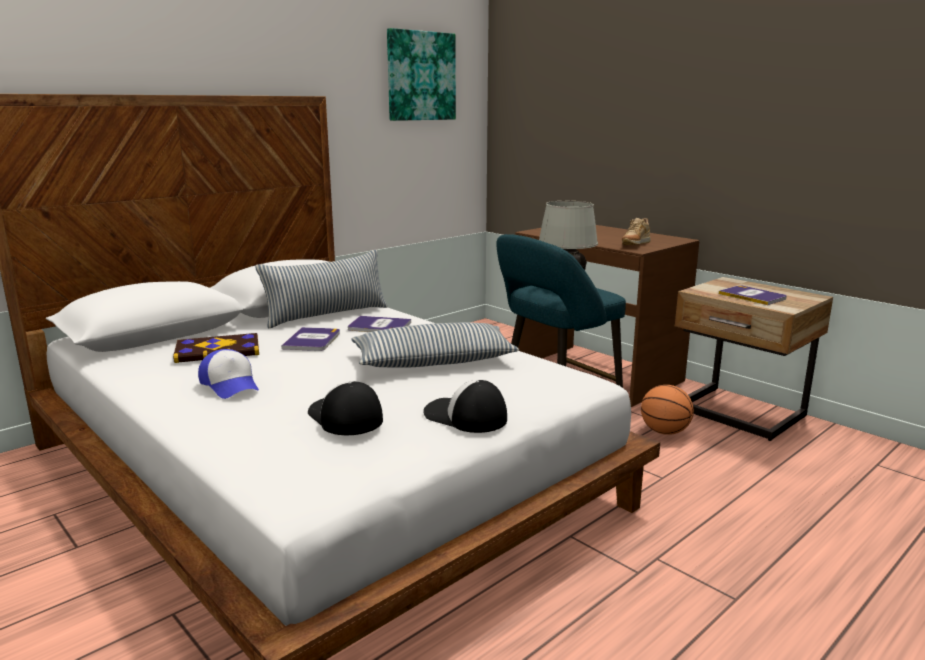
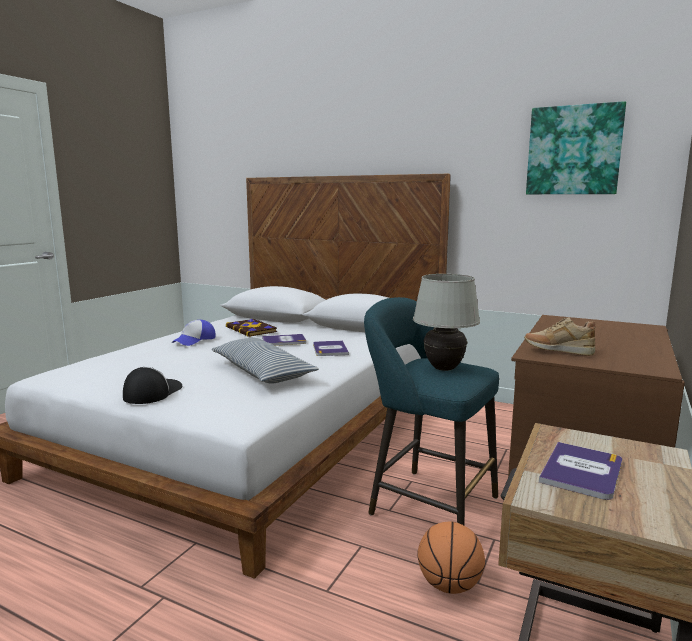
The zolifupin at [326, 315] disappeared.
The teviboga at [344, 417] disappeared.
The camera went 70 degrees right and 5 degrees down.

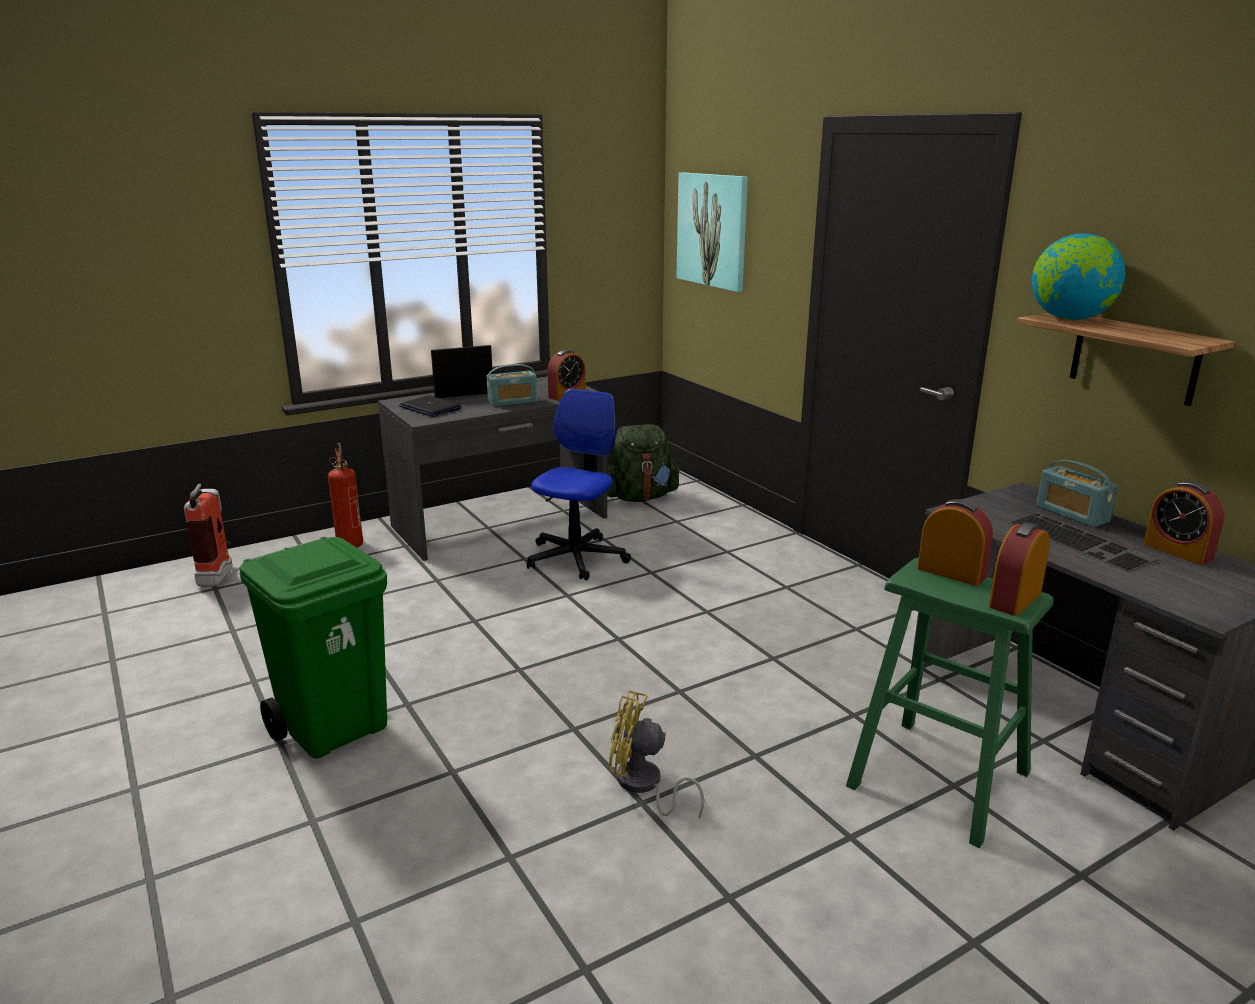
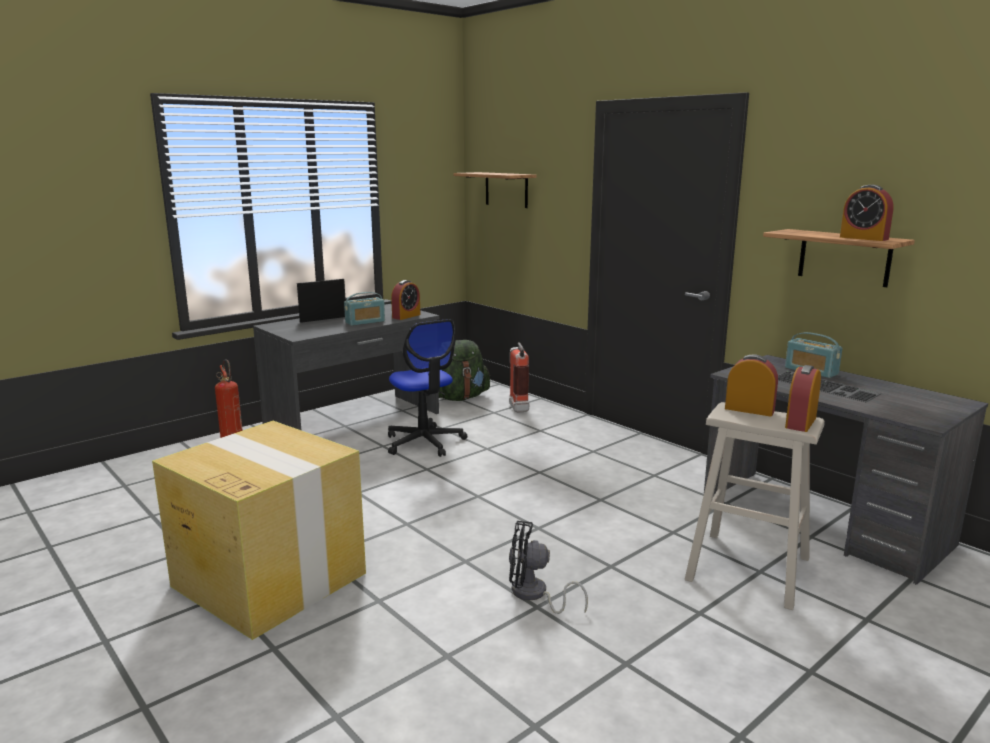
The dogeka at [712, 230] was replaced by the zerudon at [506, 189].
The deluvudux at [1069, 319] disappeared.
The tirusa at [576, 558] turned 135 degrees clockwise.
The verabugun at [430, 408] disappeared.
The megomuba moved from [1178, 551] to [863, 238].
The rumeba moved from [219, 575] to [517, 406].
The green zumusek at [335, 728] was replaced by the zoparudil at [268, 579].
The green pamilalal at [938, 779] became the beige pamilalal at [747, 568].
The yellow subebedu at [643, 786] became the black subebedu at [534, 595].
The camera went 10 degrees left and 5 degrees down.

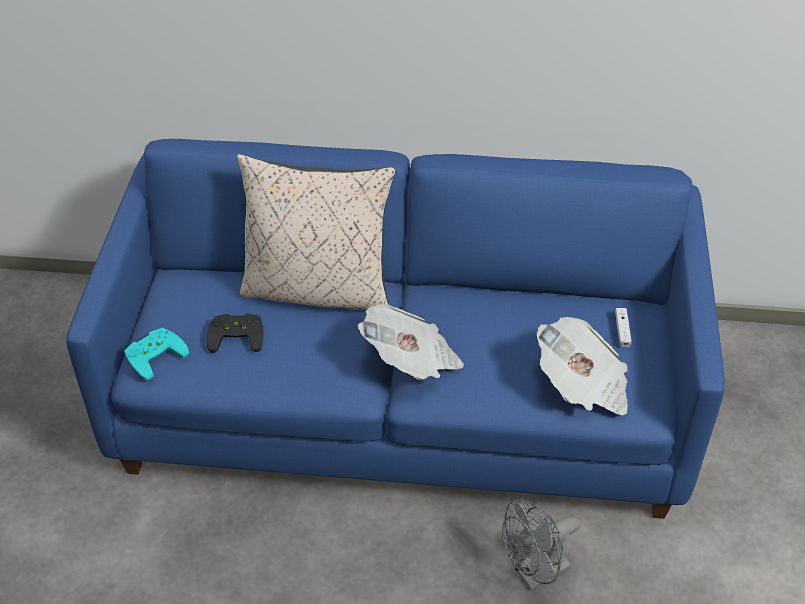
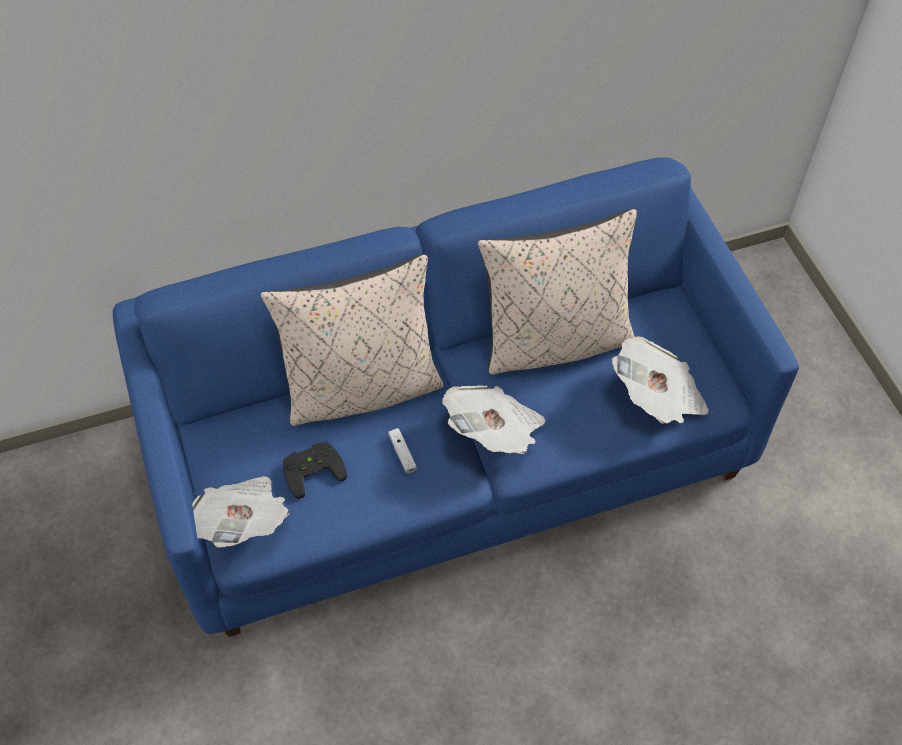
The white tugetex moved from [622, 331] to [402, 453].
The turquoise tugetex at [154, 354] was replaced by the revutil at [242, 522].
The grey subebedu at [535, 573] disappeared.
The beige zolifupin at [555, 341] appeared.
The camera went 25 degrees left and 10 degrees up.

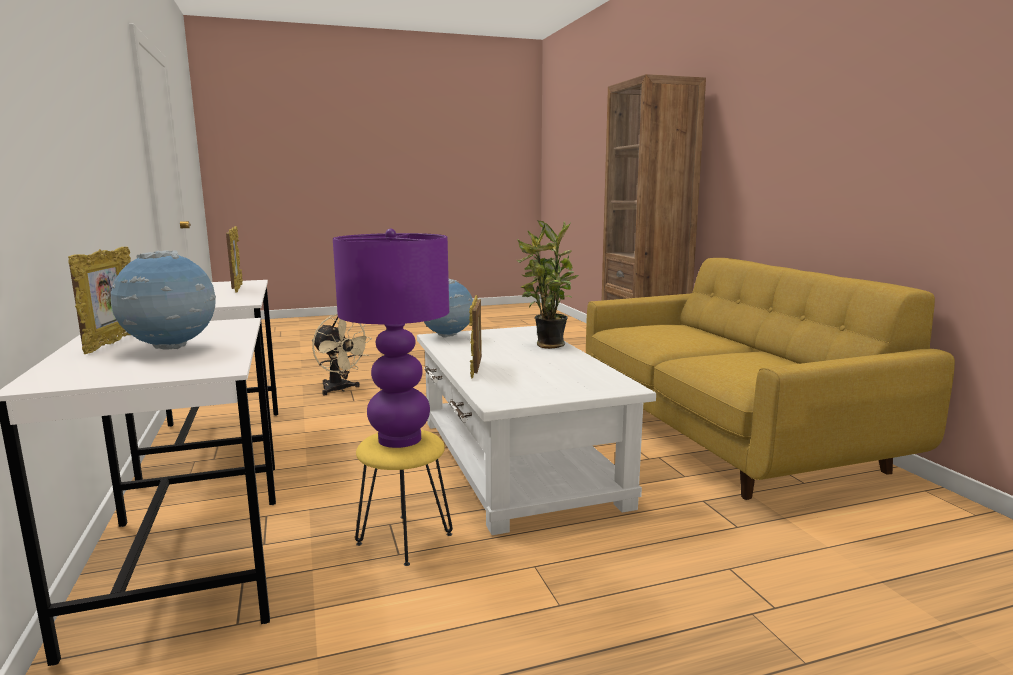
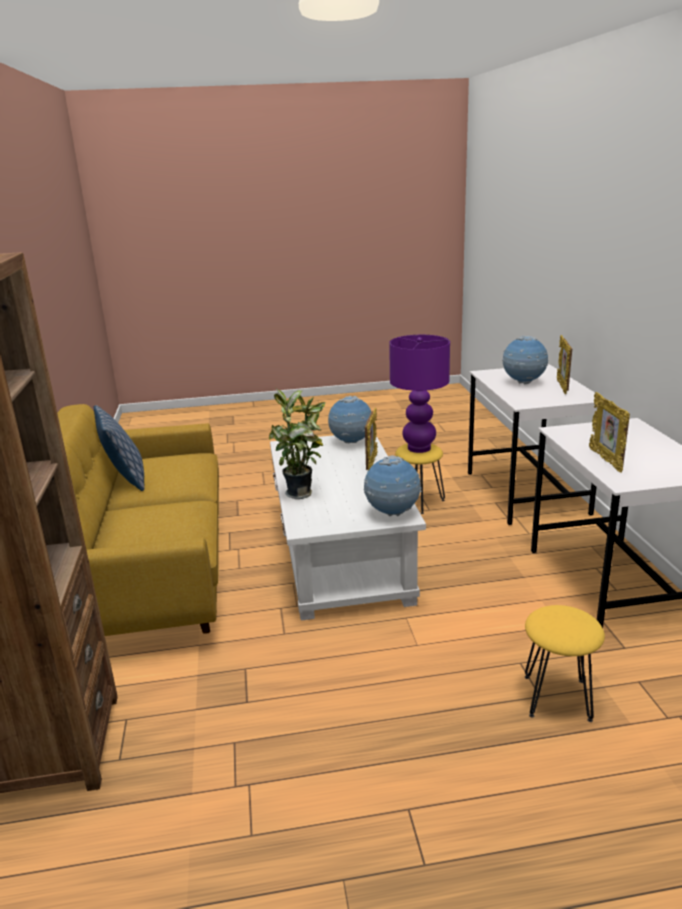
The beige subebedu at [340, 390] was replaced by the yellow pamilalal at [557, 698].
The deluvudux at [351, 443] appeared.
The zolifupin at [126, 479] appeared.
The camera went 170 degrees left and 10 degrees up.

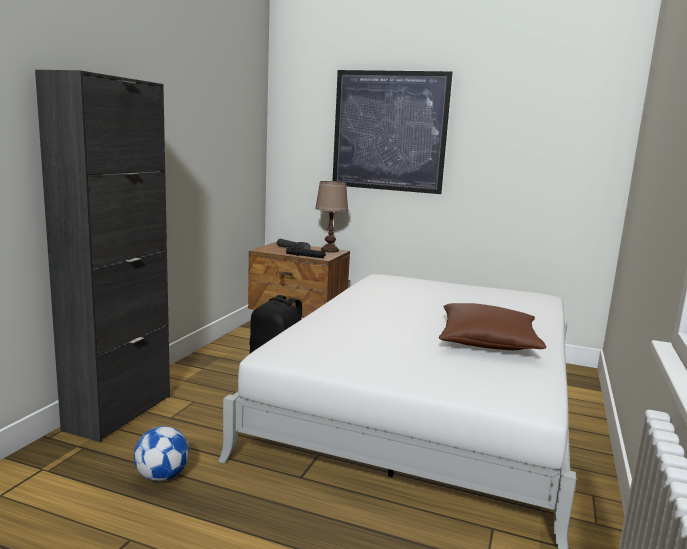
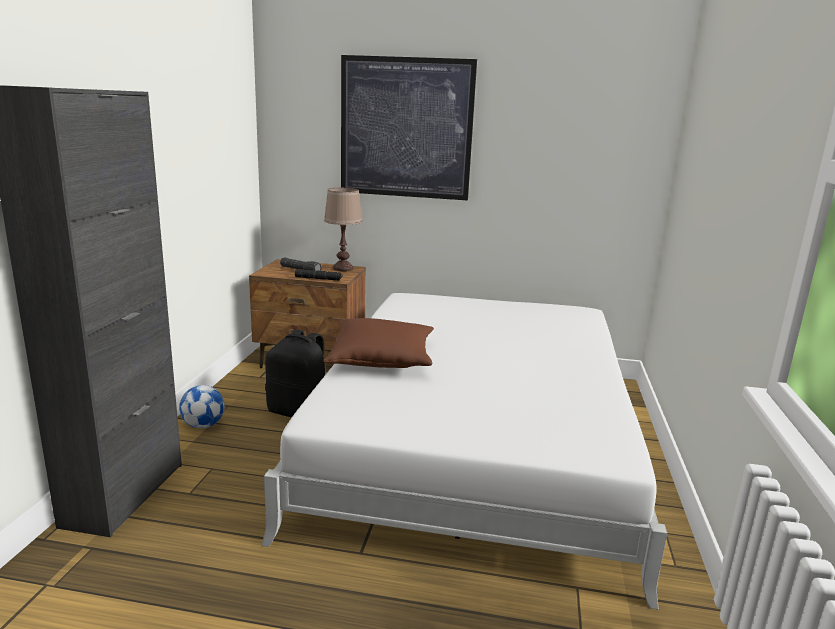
The brown zolifupin moved from [487, 342] to [382, 359].
The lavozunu moved from [162, 476] to [203, 425].
The camera went 10 degrees left and 5 degrees up.

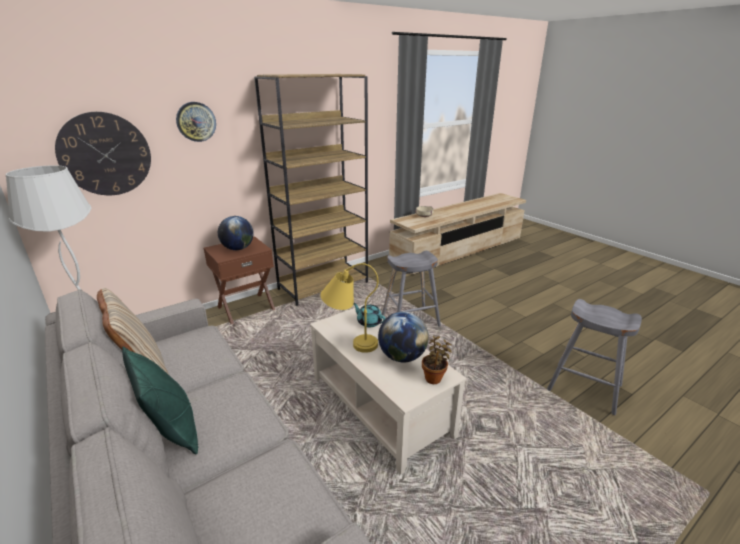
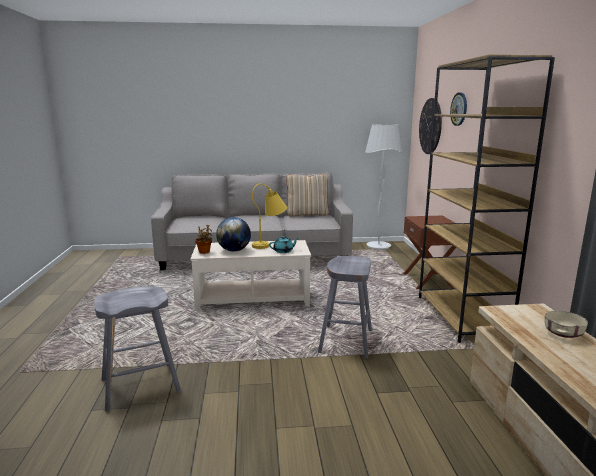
The deluvudux at [238, 249] disappeared.
The green zolifupin at [172, 430] disappeared.
The camera went 120 degrees right and 10 degrees down.

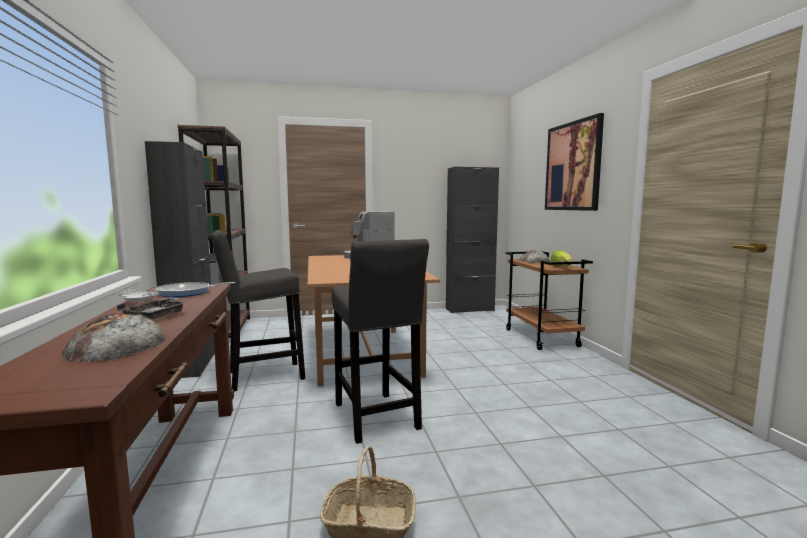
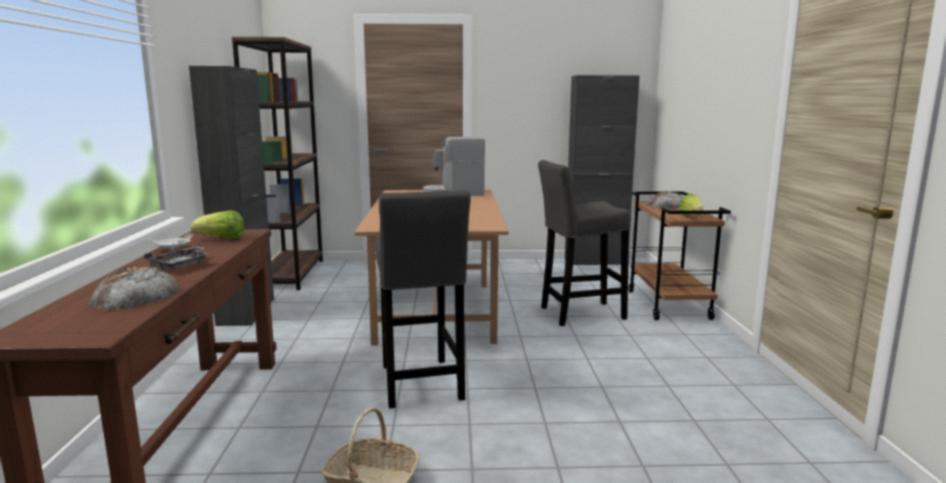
The dogeka at [573, 166] disappeared.
The grey pamilalal moved from [261, 376] to [578, 314].
The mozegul at [187, 293] was replaced by the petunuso at [222, 239].
The camera went 10 degrees right and 5 degrees up.

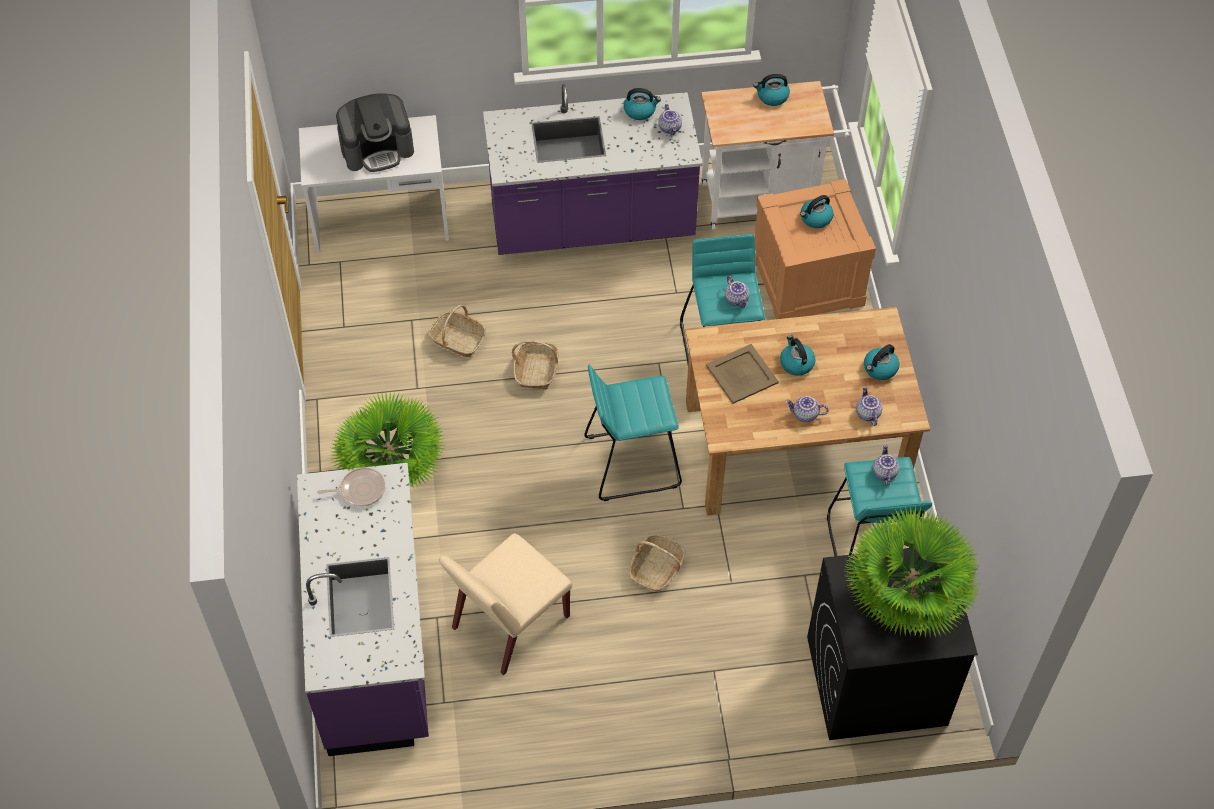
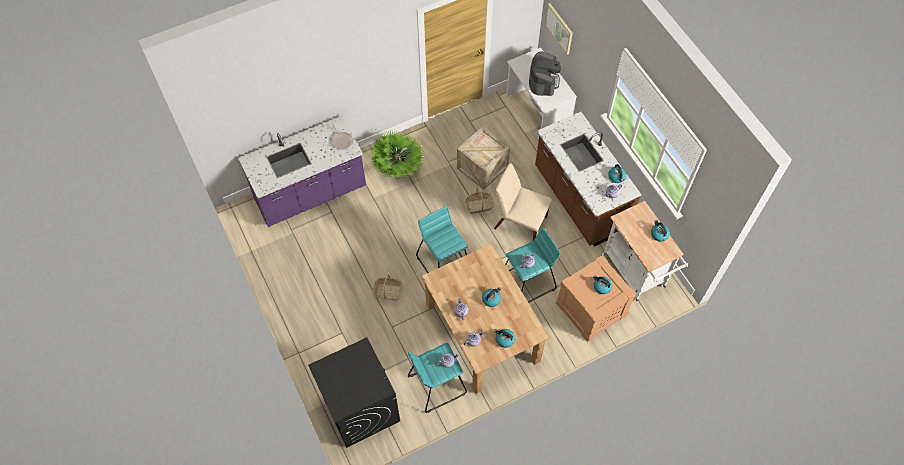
The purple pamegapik at [592, 224] became the brown pamegapik at [579, 200].
The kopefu at [377, 148] turned 135 degrees counterclockwise.
The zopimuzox at [457, 340] was replaced by the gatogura at [482, 167].
The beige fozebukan at [741, 374] disappeared.
The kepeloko at [904, 603] disappeared.
The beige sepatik moved from [509, 623] to [519, 222].
The dogeka at [559, 28] appeared.
The camera went 70 degrees right and 5 degrees up.

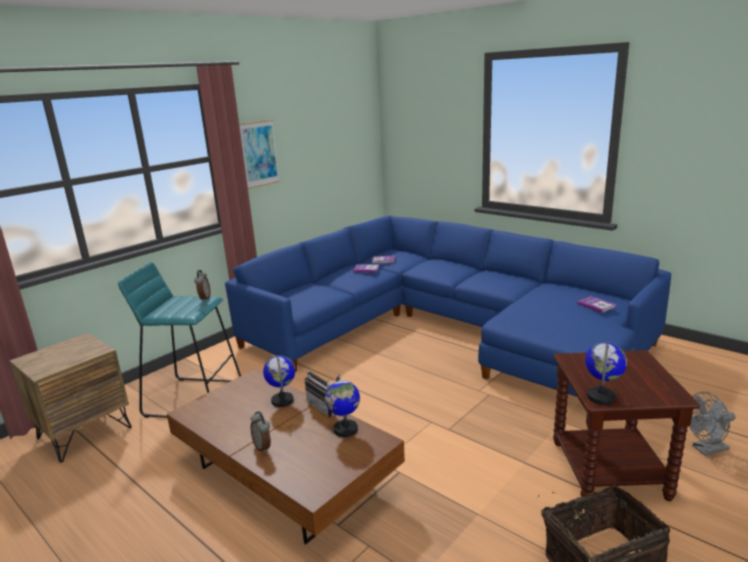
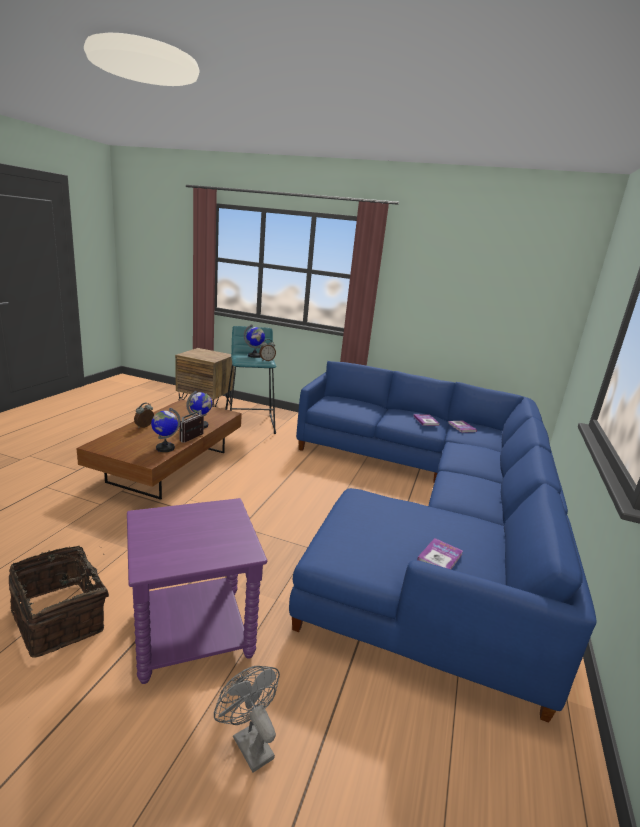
The dogeka at [259, 154] disappeared.
The deluvudux moved from [601, 397] to [254, 356].
The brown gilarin at [610, 470] became the purple gilarin at [192, 634].
The camera went 65 degrees right and 0 degrees up.

